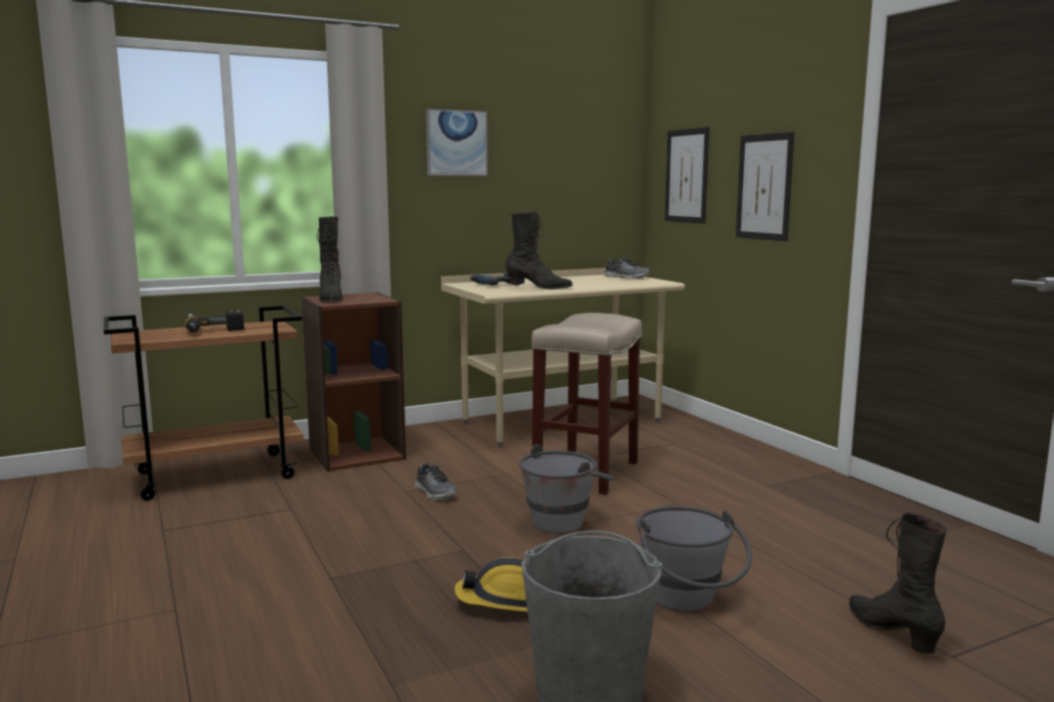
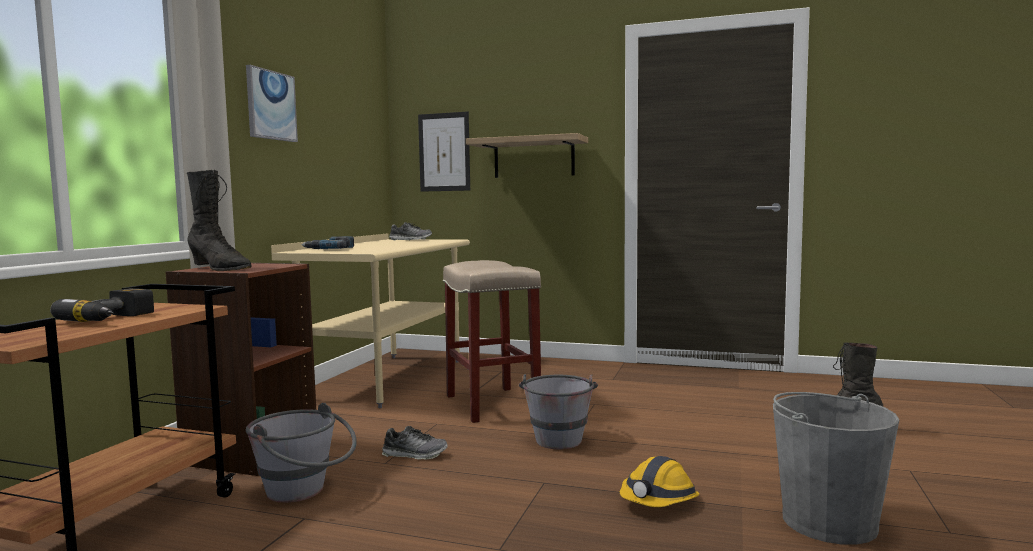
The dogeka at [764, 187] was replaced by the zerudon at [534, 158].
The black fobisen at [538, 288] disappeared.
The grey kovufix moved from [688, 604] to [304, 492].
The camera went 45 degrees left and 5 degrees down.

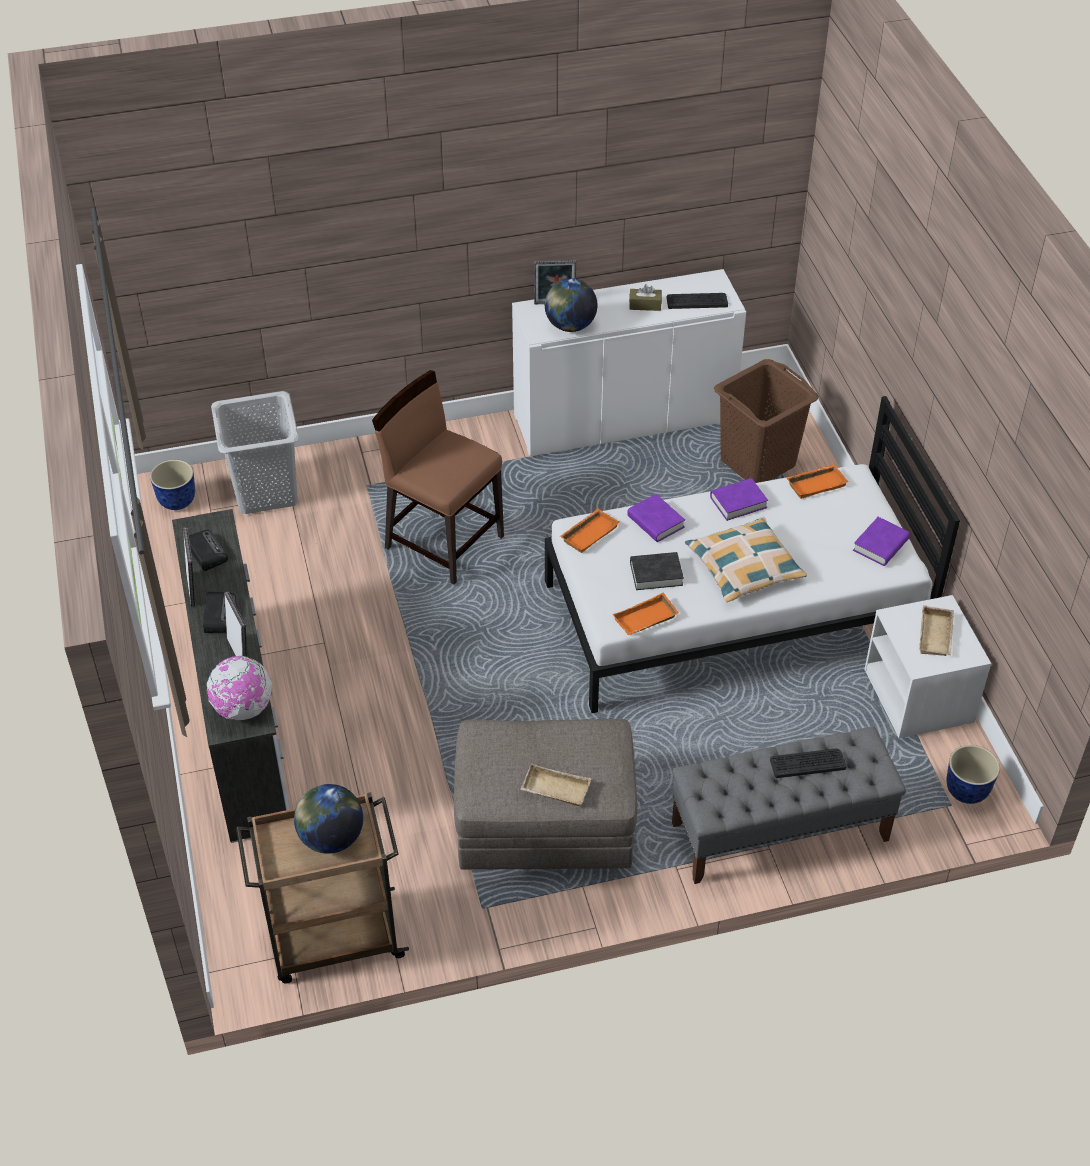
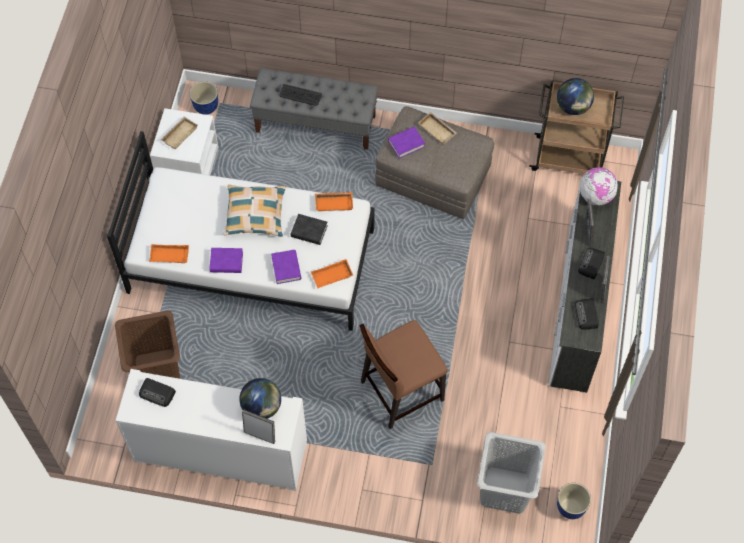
The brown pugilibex at [645, 305] disappeared.
The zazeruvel at [697, 301] was replaced by the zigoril at [157, 393].
The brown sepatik at [444, 541] turned 90 degrees clockwise.
The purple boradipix moved from [880, 545] to [406, 144].
The camera went 155 degrees left and 15 degrees up.

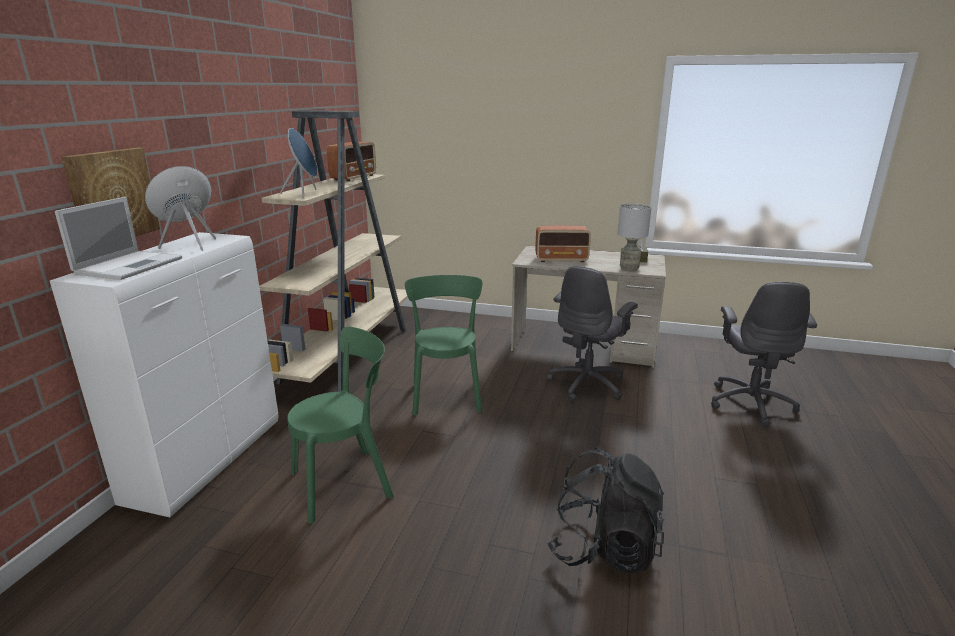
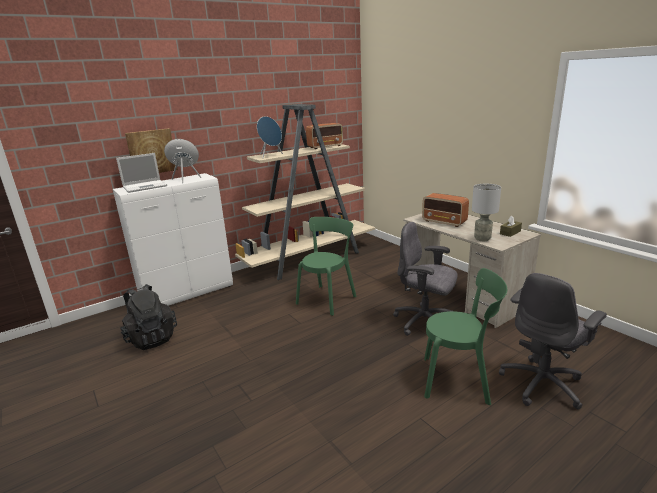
The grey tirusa at [587, 384] turned 45 degrees clockwise.
The green sepatik moved from [346, 483] to [459, 380].
The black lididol moved from [604, 549] to [151, 338].
The camera went 40 degrees right and 0 degrees up.

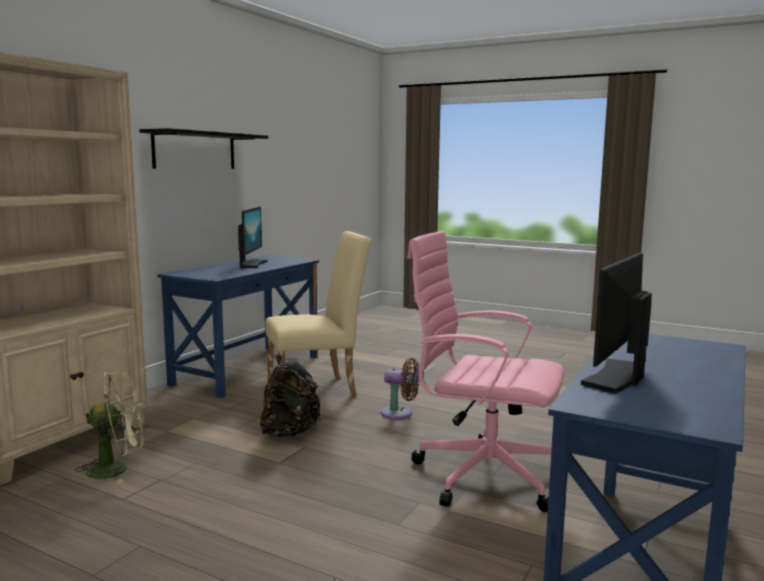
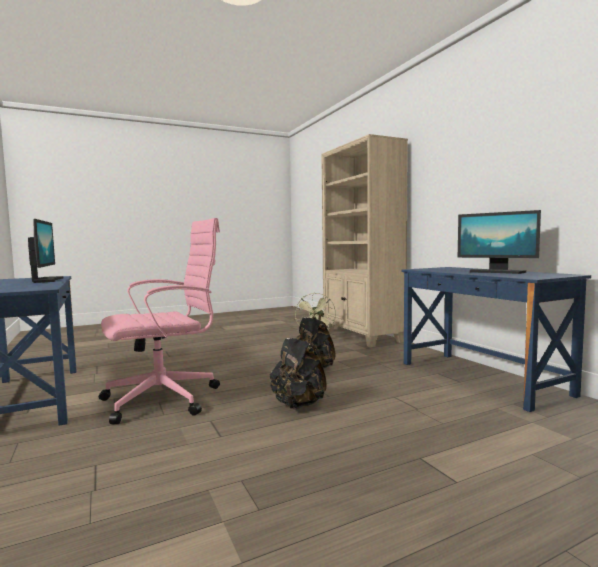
The black zerudon at [195, 150] disappeared.
The beige sepatik at [318, 389] disappeared.
The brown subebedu at [400, 414] was replaced by the black lididol at [298, 404].
The camera went 125 degrees right and 5 degrees down.

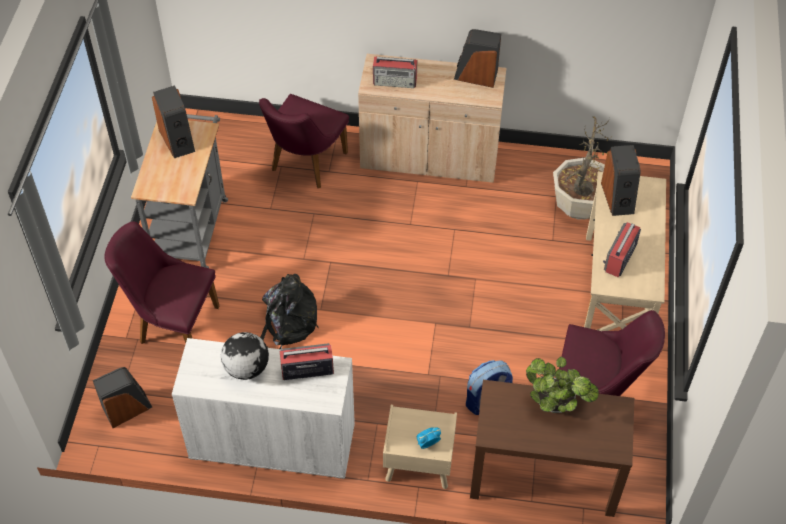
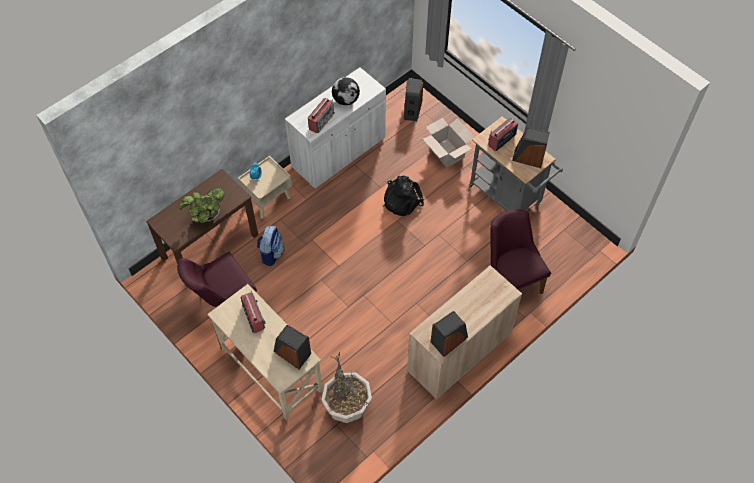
The zigoril moved from [395, 81] to [501, 140].
The purple sepatik at [171, 323] was replaced by the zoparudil at [447, 153].
The camera went 130 degrees right and 5 degrees up.

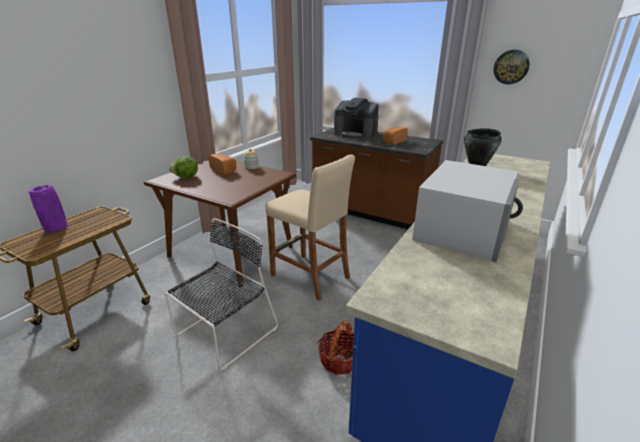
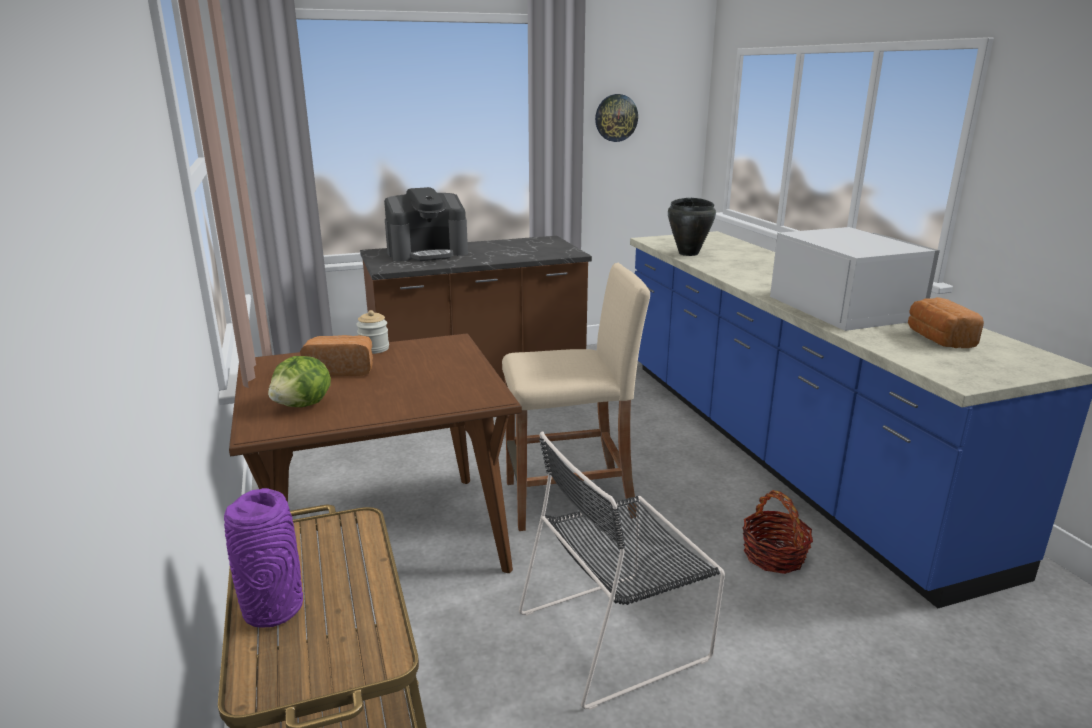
The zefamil moved from [393, 141] to [937, 339].
The black sepatik at [224, 333] turned 105 degrees counterclockwise.
The camera went 50 degrees left and 5 degrees down.

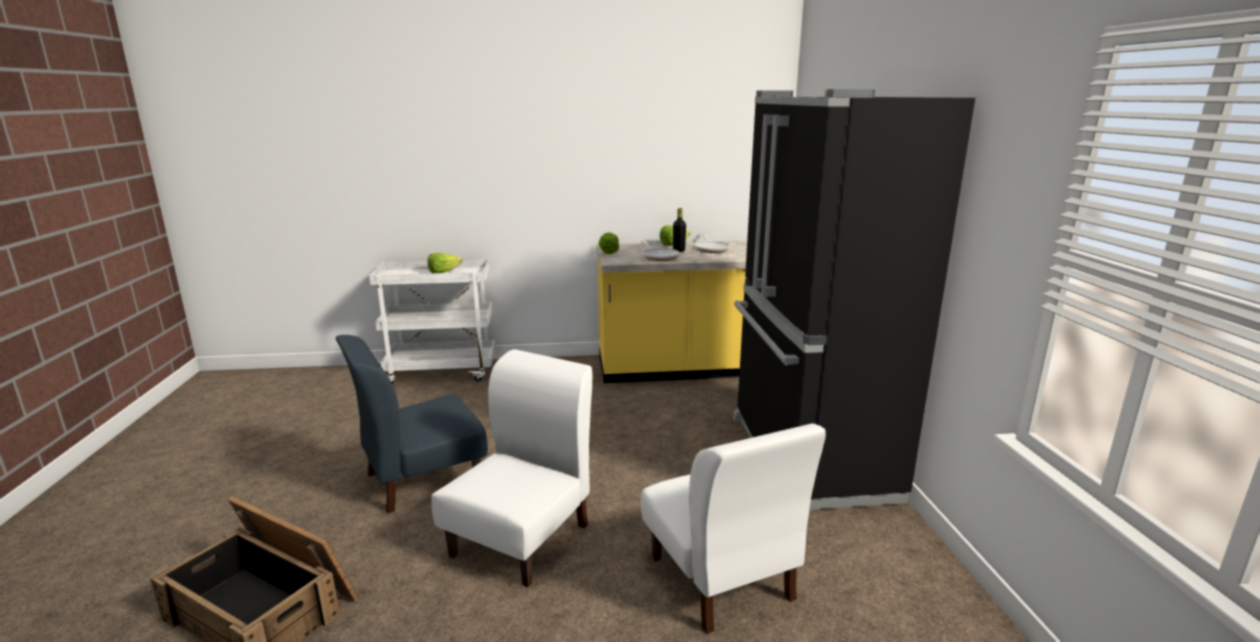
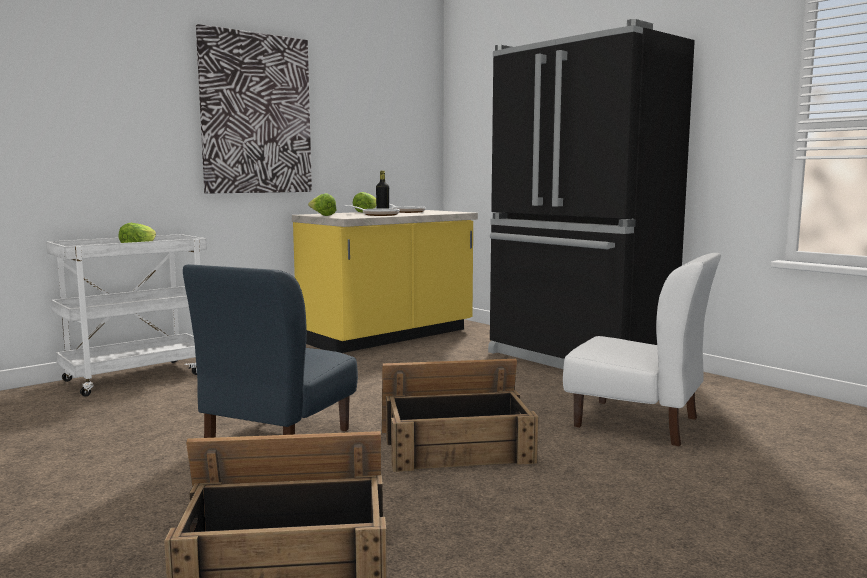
The white sepatik at [522, 539] was replaced by the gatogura at [456, 446].
The dogeka at [256, 114] appeared.
The camera went 35 degrees left and 10 degrees down.

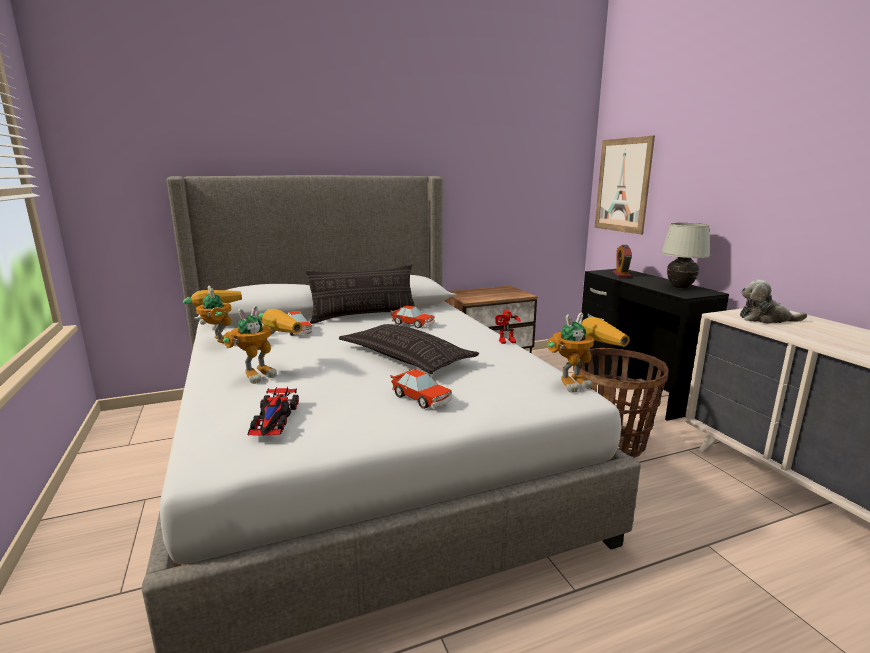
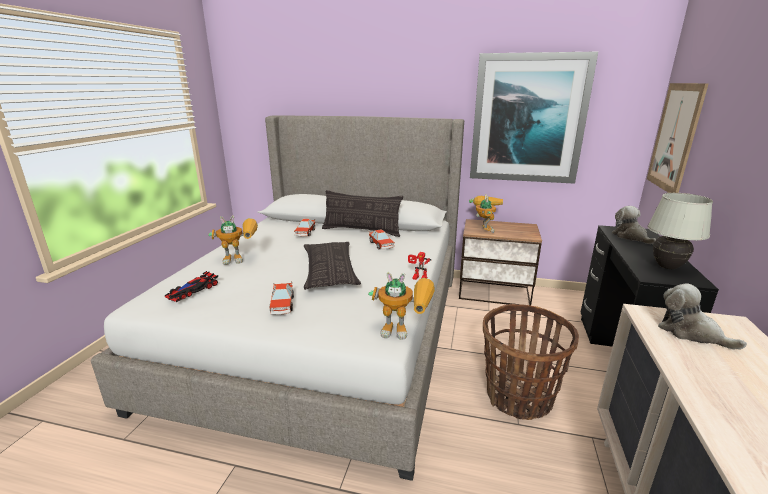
The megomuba at [621, 274] was replaced by the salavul at [631, 237].
The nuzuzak moved from [219, 341] to [483, 228].
The dogeka at [527, 119] appeared.
The camera went 35 degrees right and 5 degrees up.

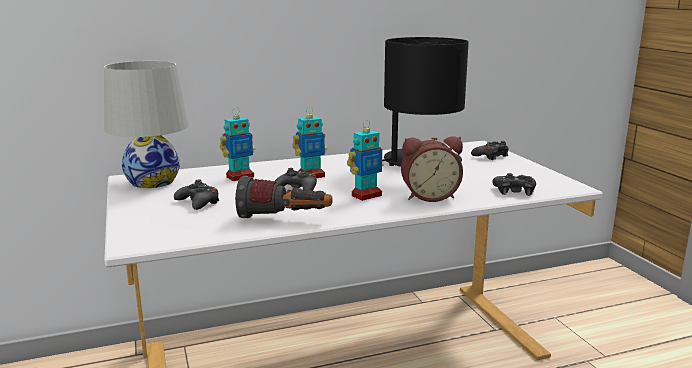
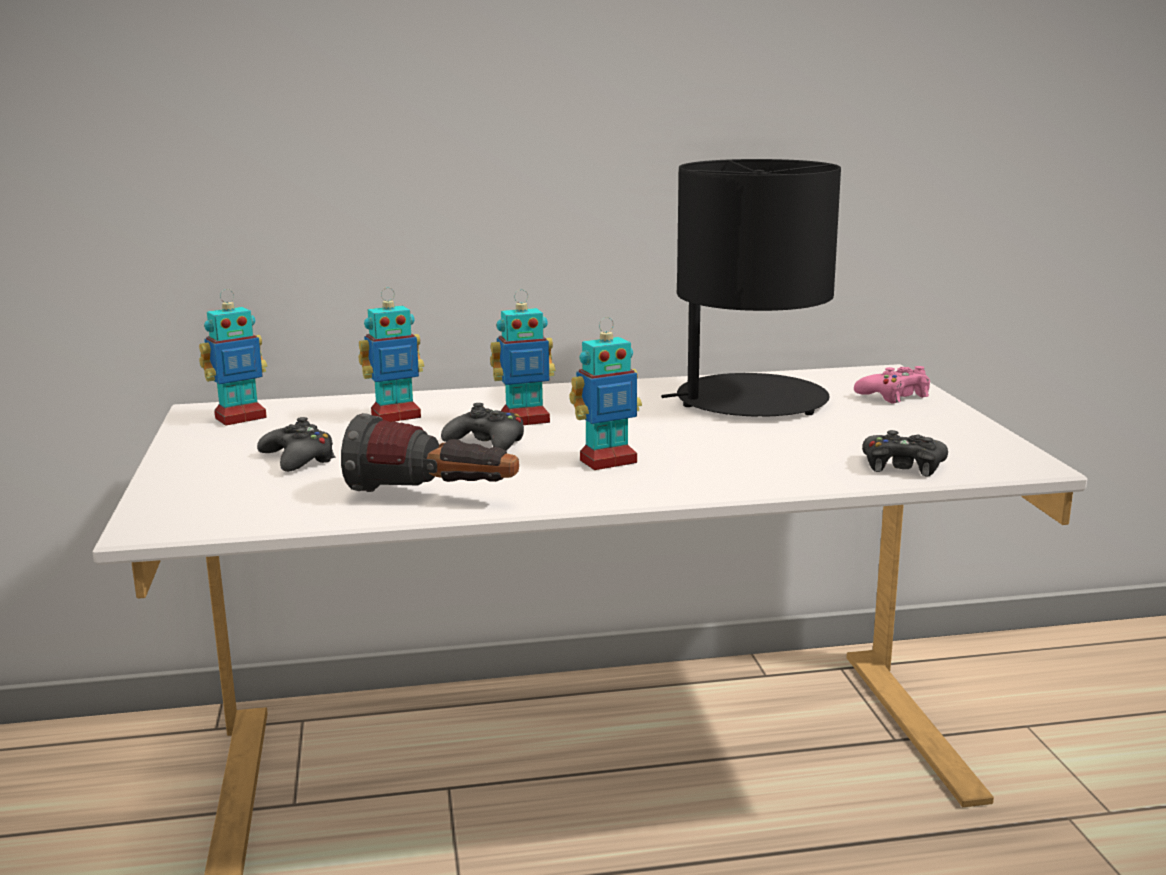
The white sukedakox at [152, 181] was replaced by the nuzuzak at [240, 418].
The megomuba at [429, 196] disappeared.
The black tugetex at [491, 156] became the pink tugetex at [894, 395].
The camera went 10 degrees right and 0 degrees up.

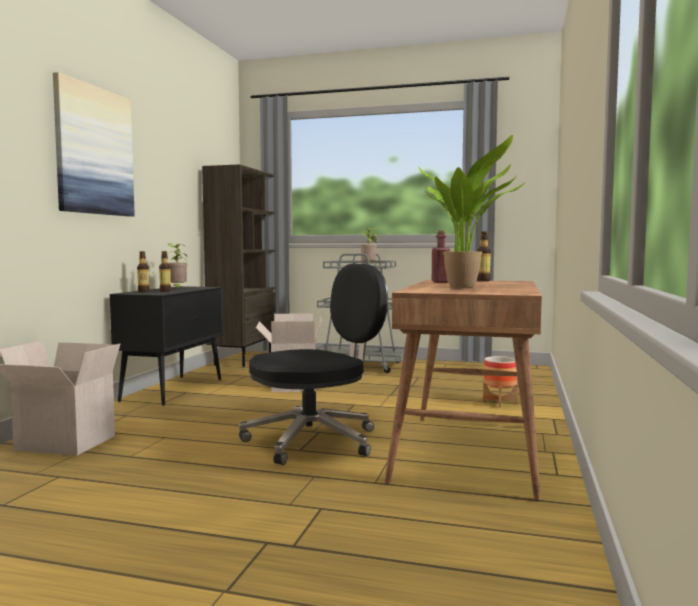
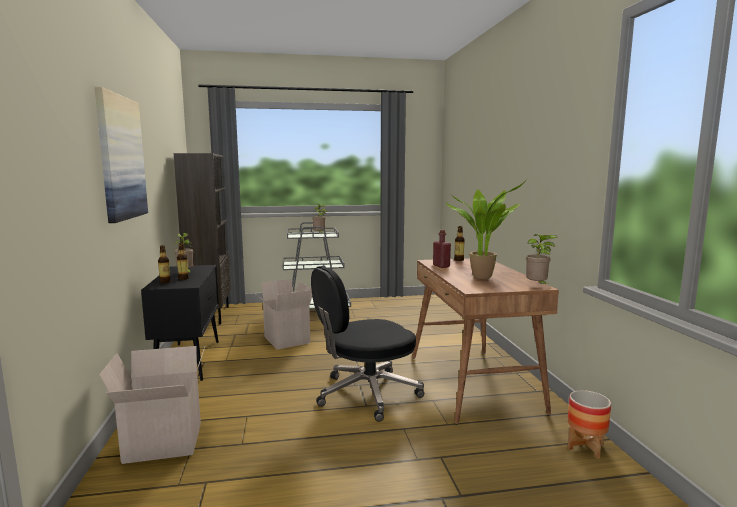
The black tirusa at [314, 440] turned 150 degrees counterclockwise.
The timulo moved from [499, 403] to [585, 446].
The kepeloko at [537, 286] appeared.
The camera went 25 degrees left and 5 degrees up.

